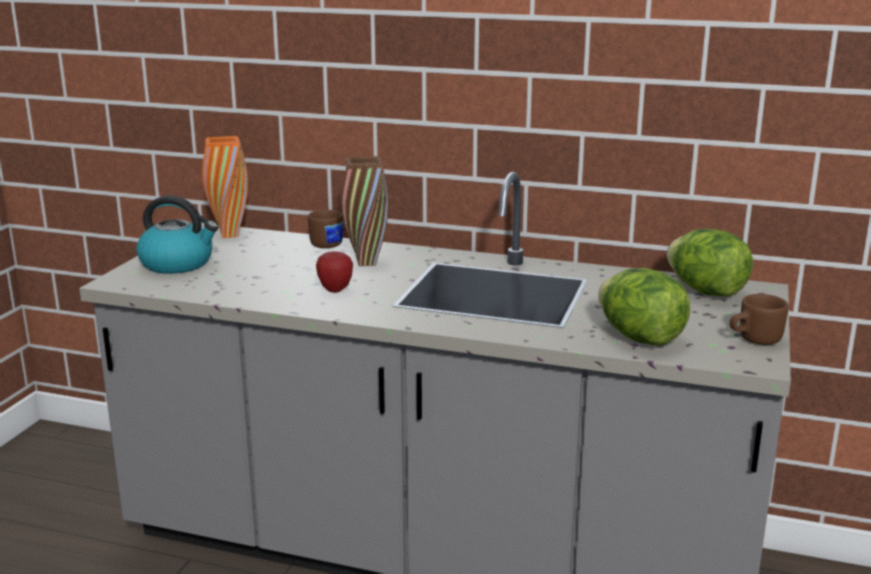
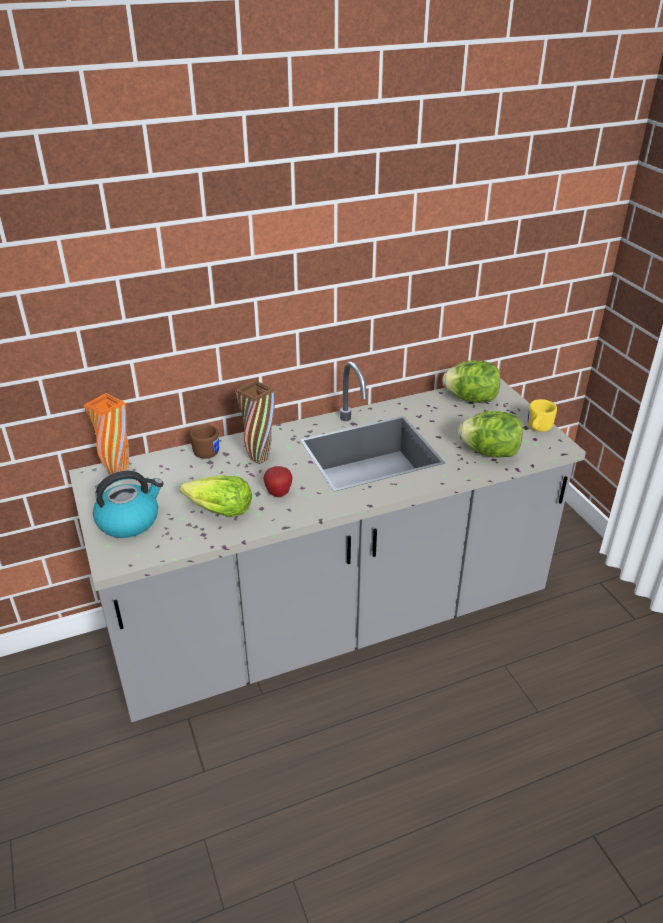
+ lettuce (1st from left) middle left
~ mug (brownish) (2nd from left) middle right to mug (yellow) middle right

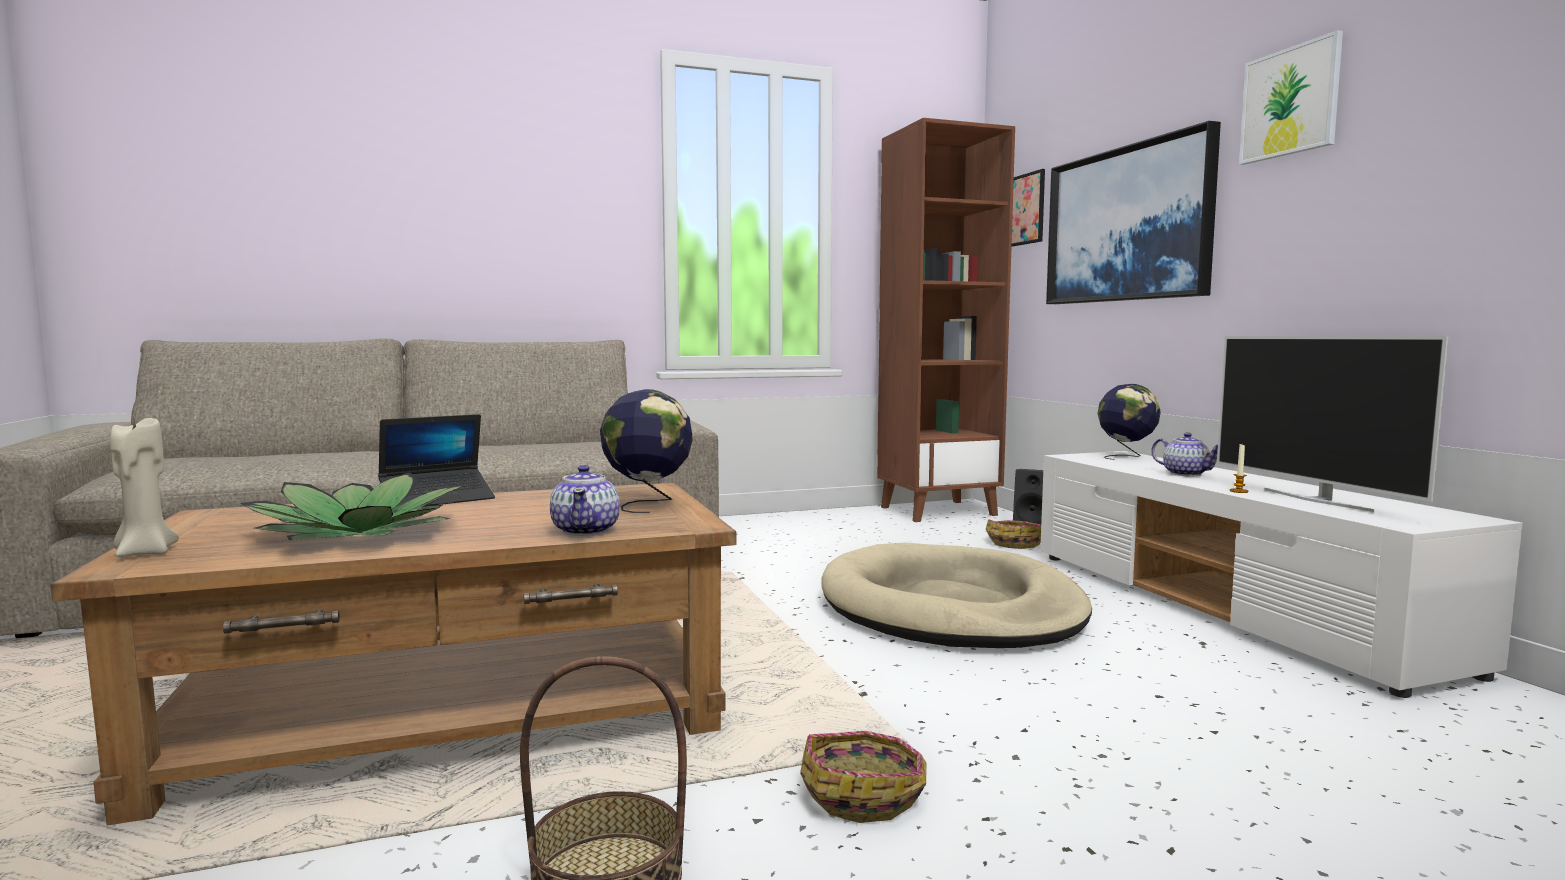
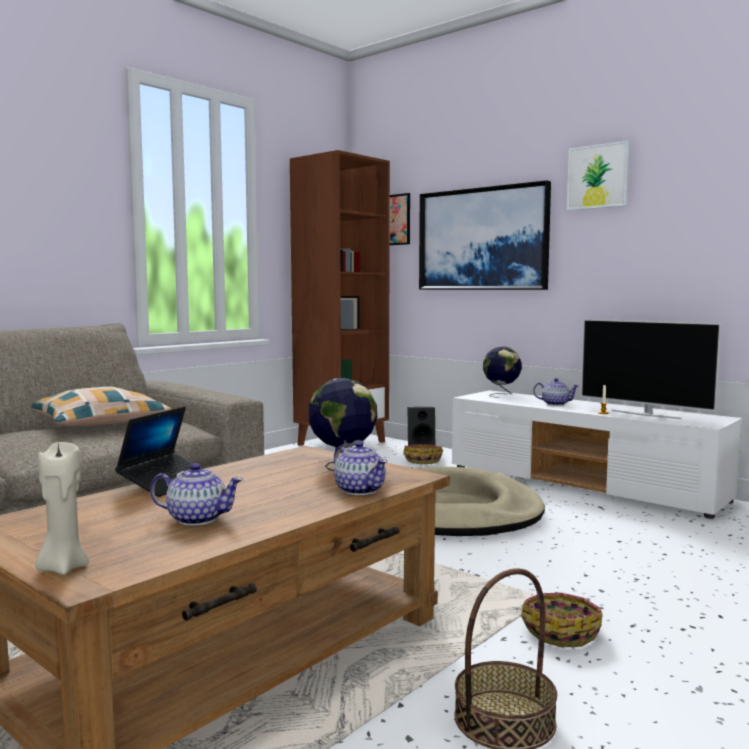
+ throw pillow middle left
~ potted plant middle left to pot for tea (1st from left) middle left

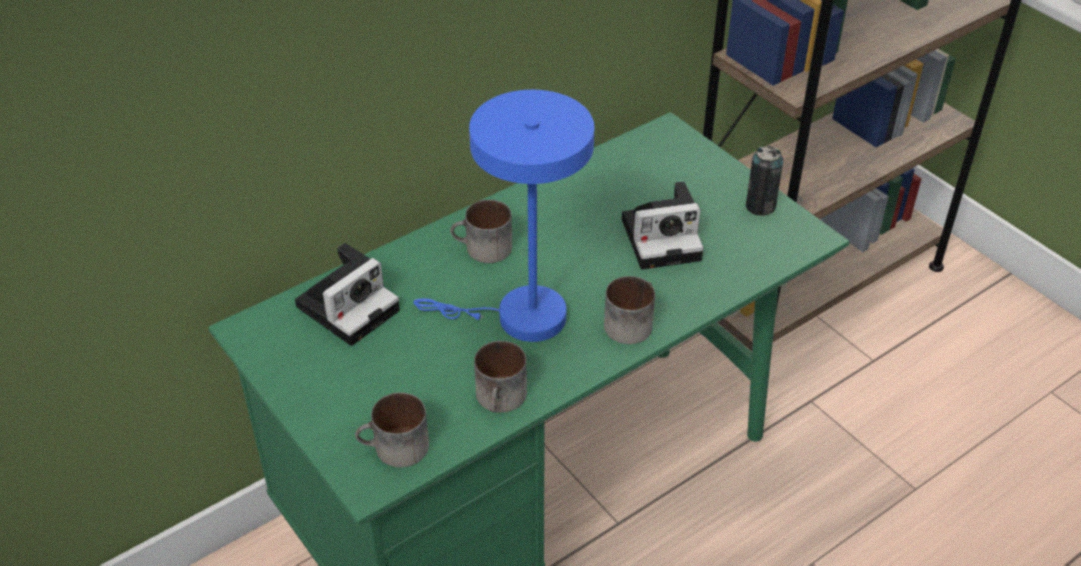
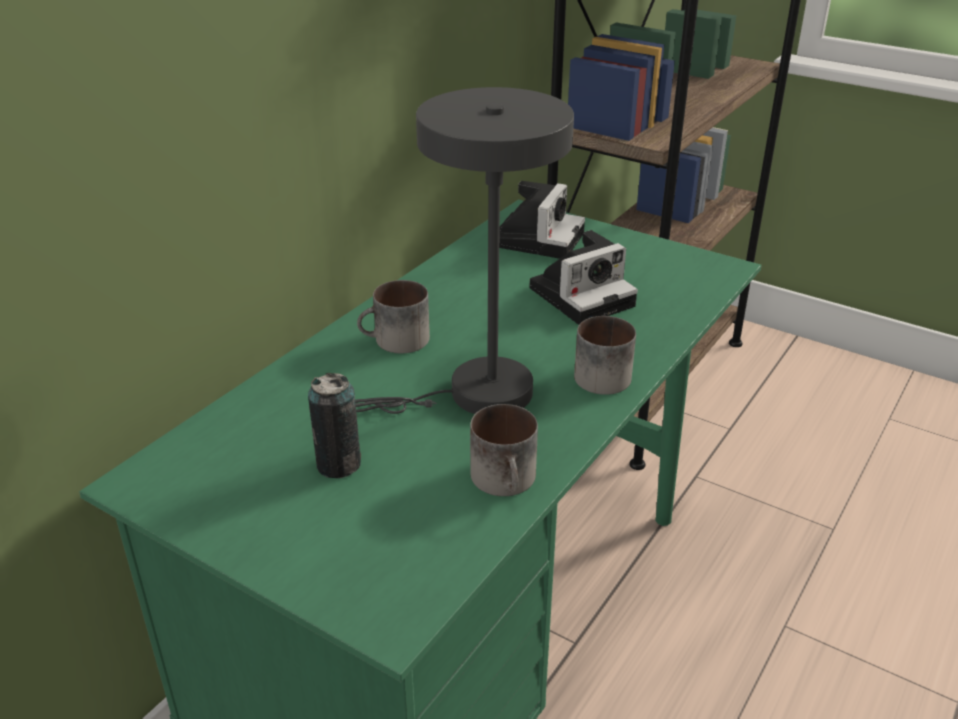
- mug (1st from left) bottom centre
~ photo camera (1st from left) middle left to top centre
~ can top right to centre
~ table lamp (blue) centre to table lamp (grey) centre

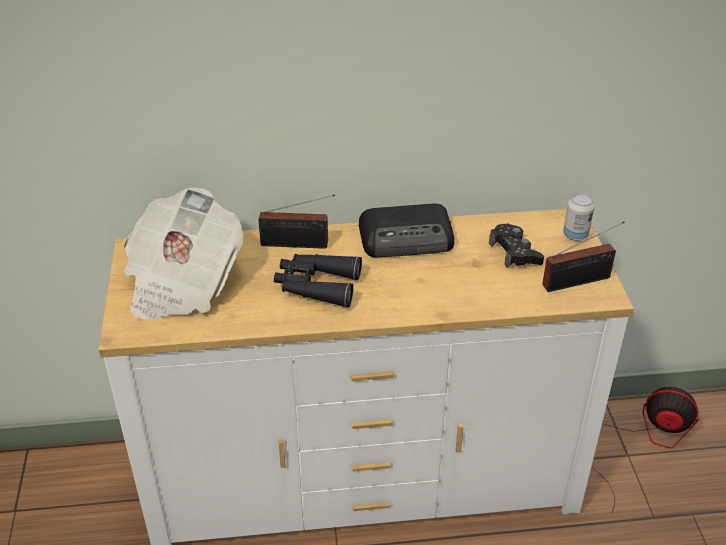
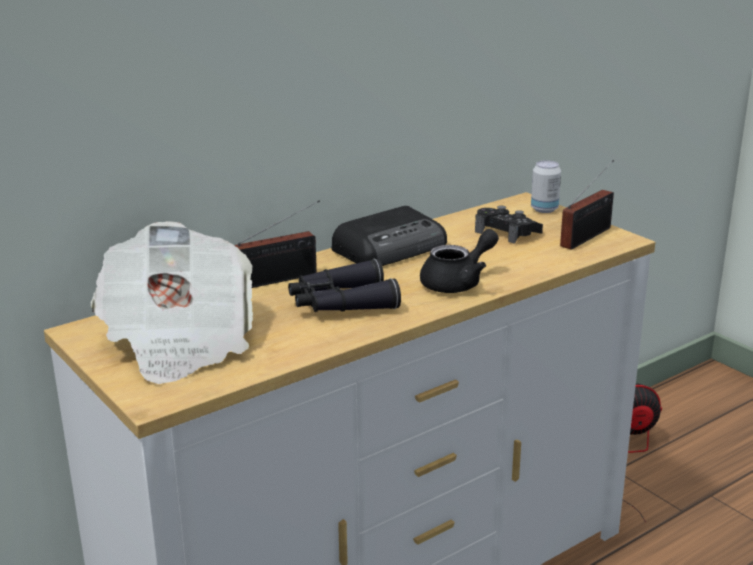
+ pot for tea (blackish) centre

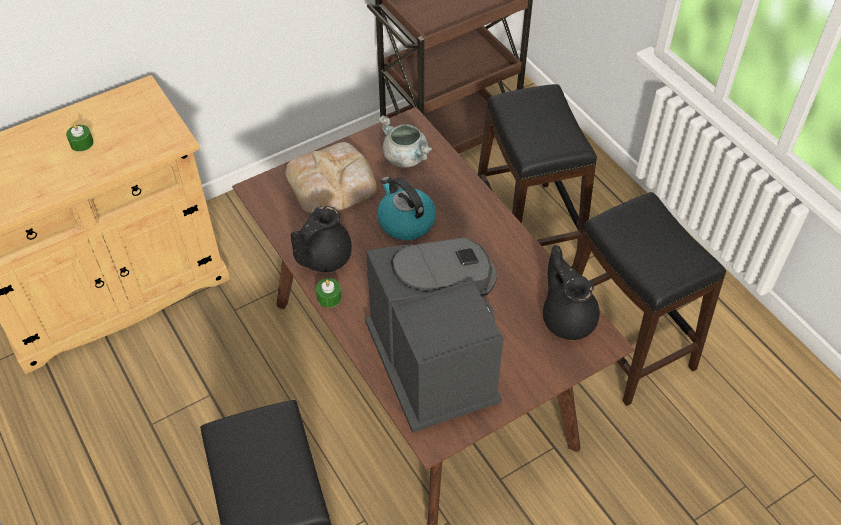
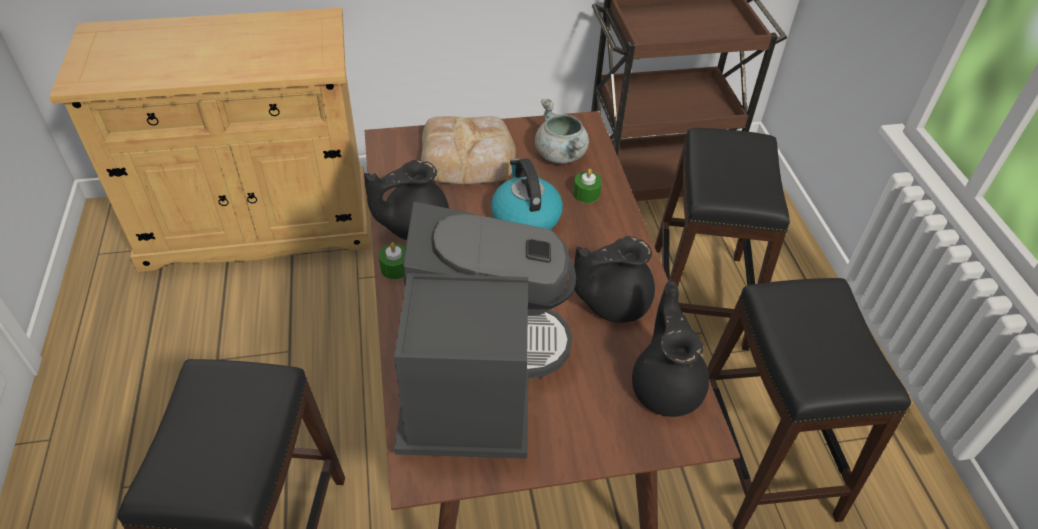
+ pot for tea (blackish) (2nd from left) centre
~ wax light (green-coloured) (1st from left in the first image) top left to wax light (green-coloured) (2nd from left) centre

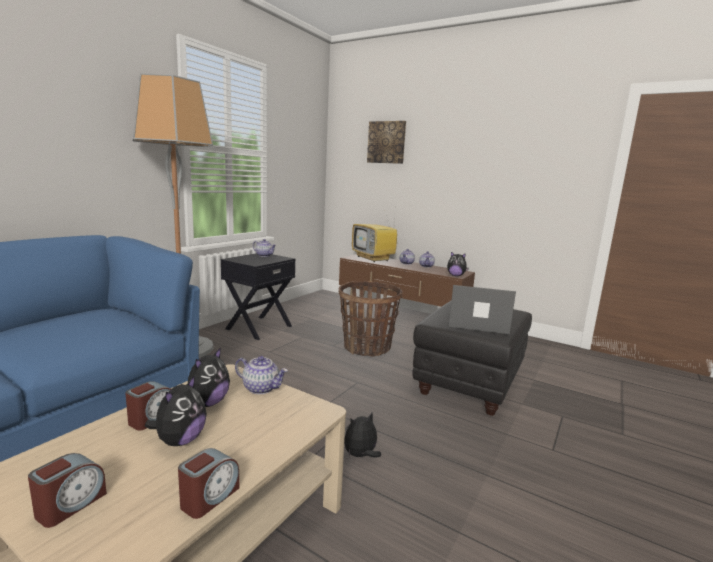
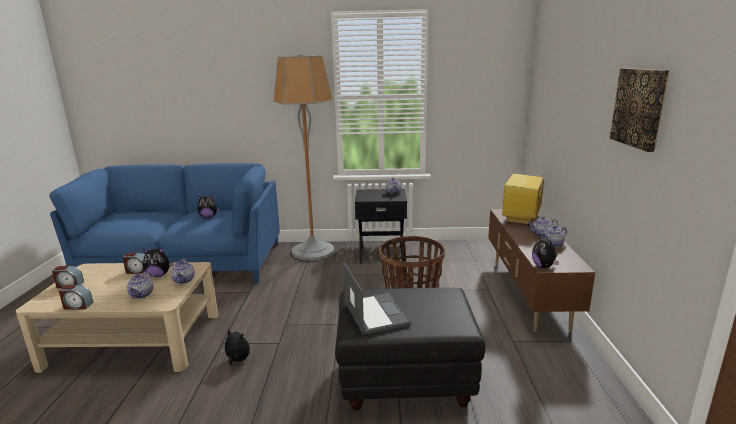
+ pot for tea (1st from left) bottom left
~ cuddly toy (1st from left in the first image) bottom left to cuddly toy (2nd from left) middle left
~ wall picture top centre to top right

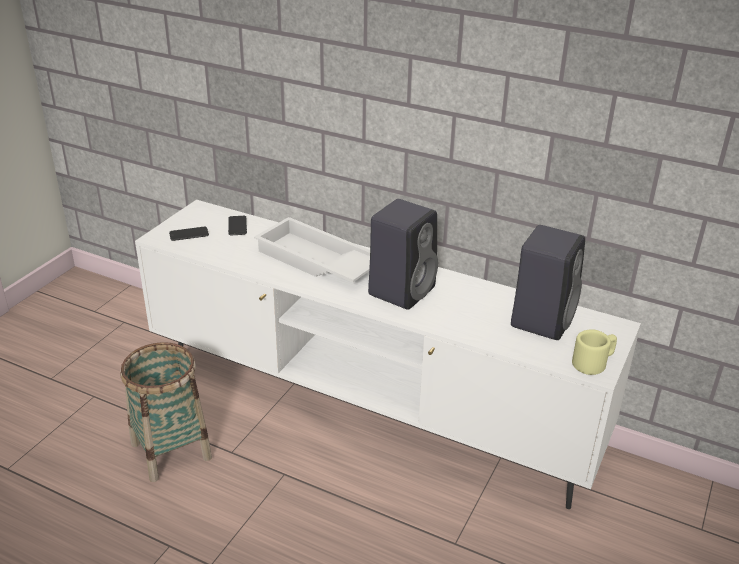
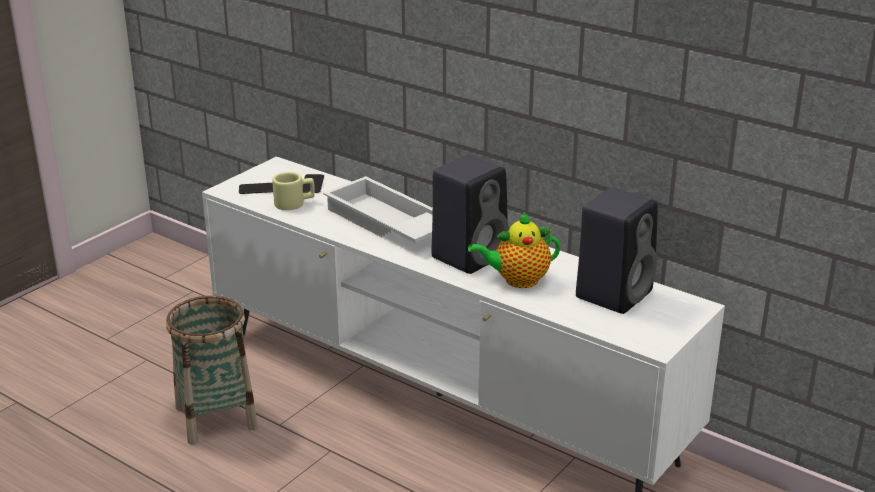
+ pot for tea centre
~ mug (beige-coloured) middle right to centre

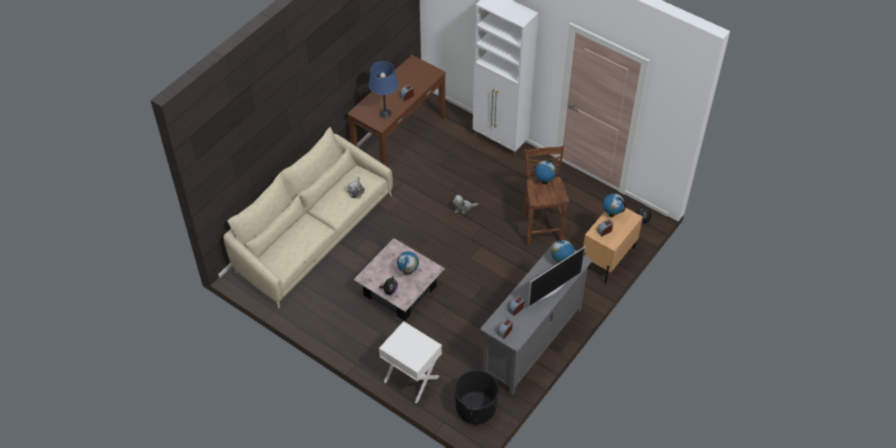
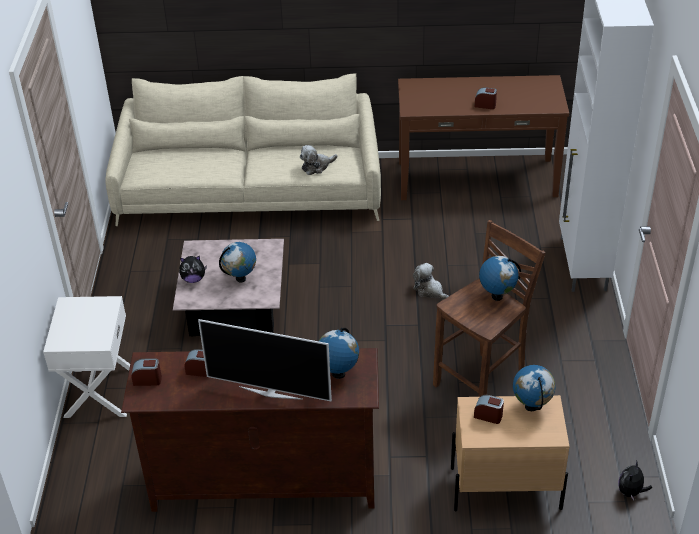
- table lamp (blue) top centre
- plant pot (blackish) bottom centre
~ tv unit (grey) bottom centre to tv unit (brownish) bottom centre

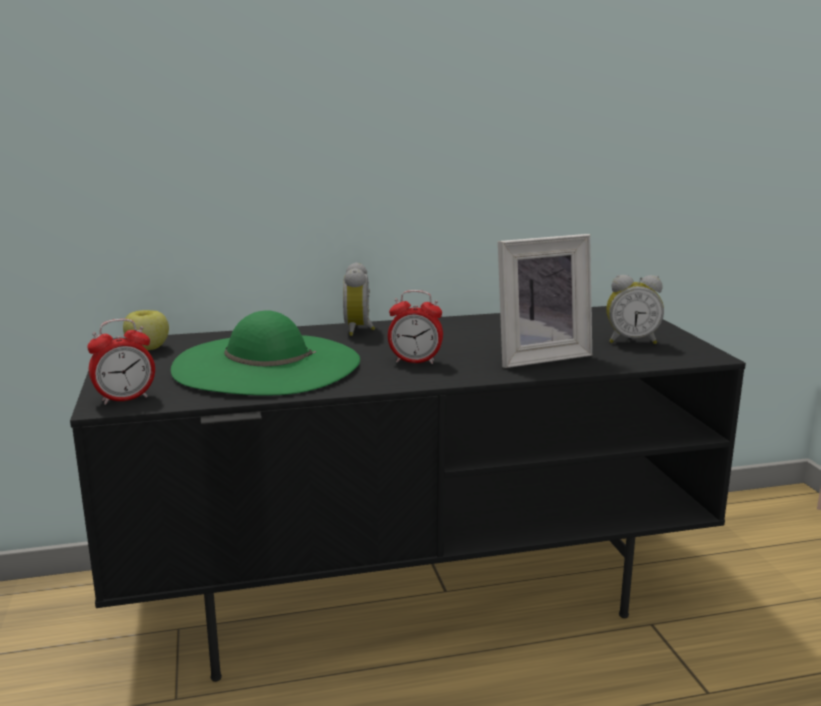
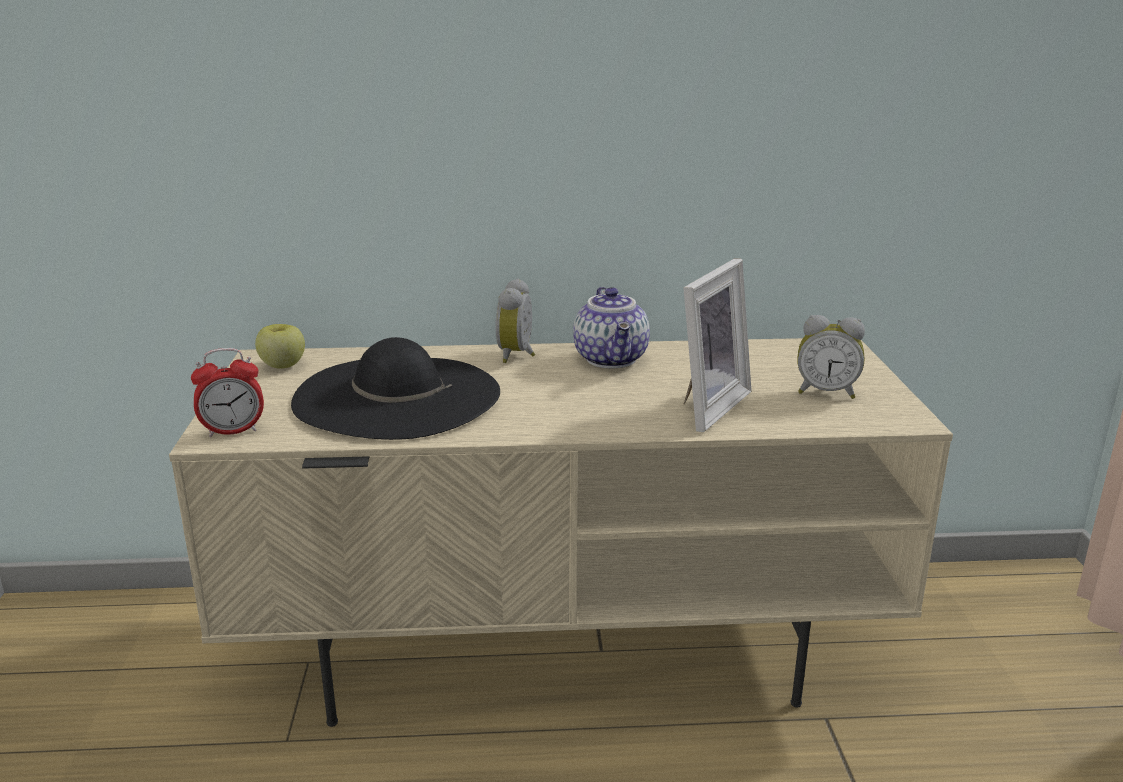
- bedside clock (3rd from left) centre
+ pot for tea centre
~ tv unit (blackish) bottom centre to tv unit (beige-coloured) bottom centre
~ clothing hat (green-coloured) middle left to clothing hat (blackish) centre
~ photo frame centre = centre 45 degrees counterclockwise

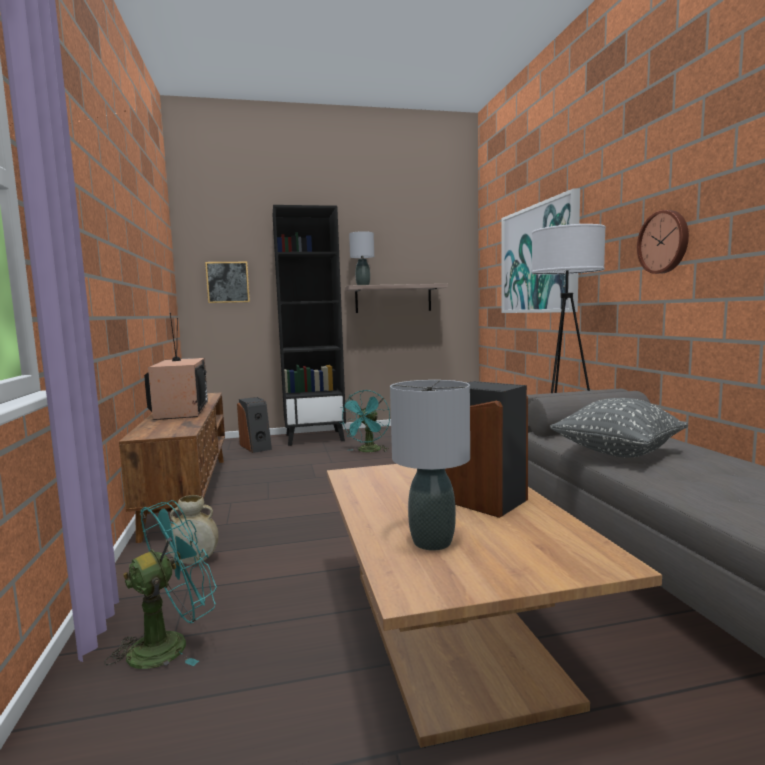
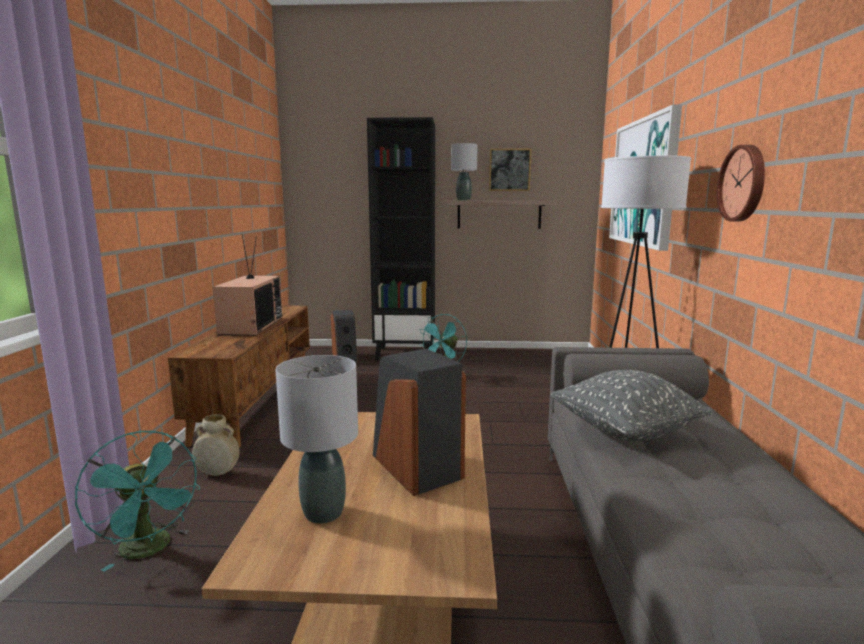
~ wall picture (1st from left) middle left to top centre
~ fan (turquoise) (1st from left) bottom left = bottom left 75 degrees clockwise

